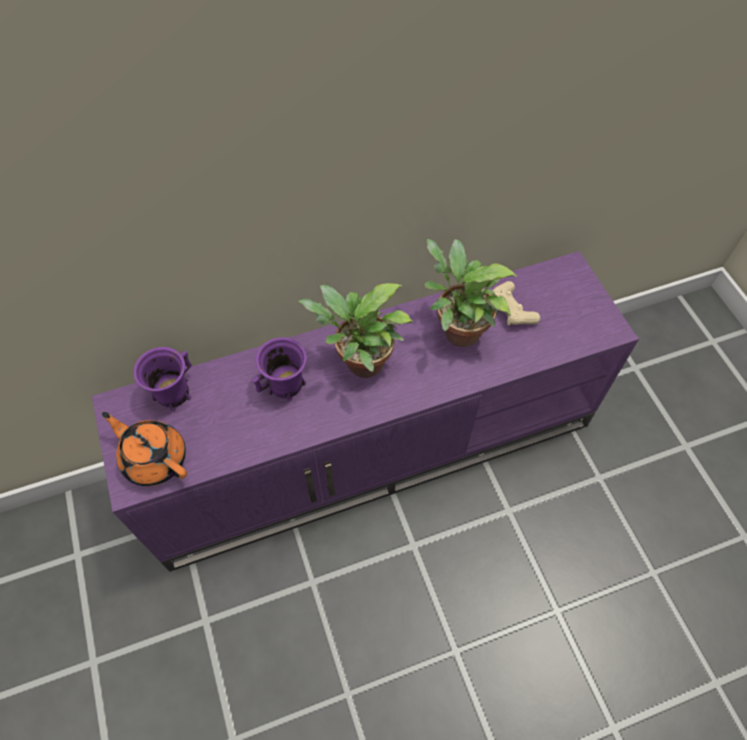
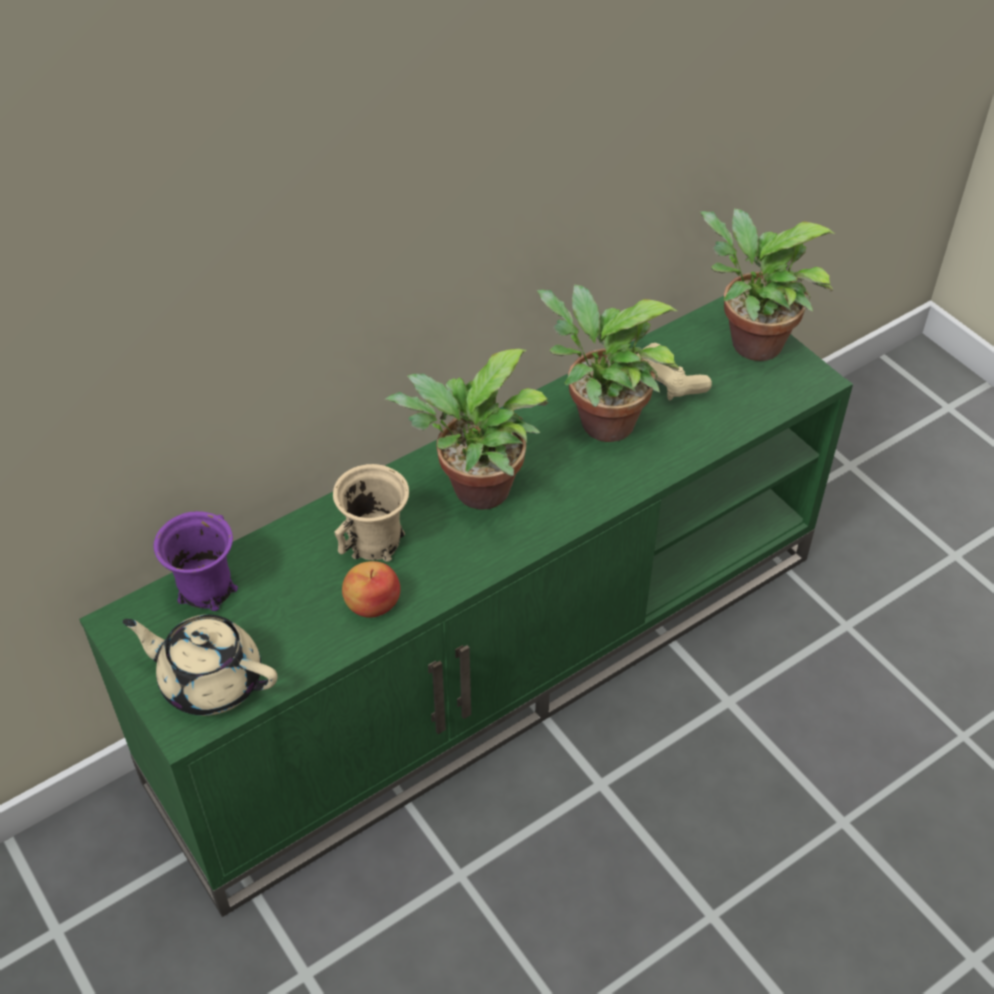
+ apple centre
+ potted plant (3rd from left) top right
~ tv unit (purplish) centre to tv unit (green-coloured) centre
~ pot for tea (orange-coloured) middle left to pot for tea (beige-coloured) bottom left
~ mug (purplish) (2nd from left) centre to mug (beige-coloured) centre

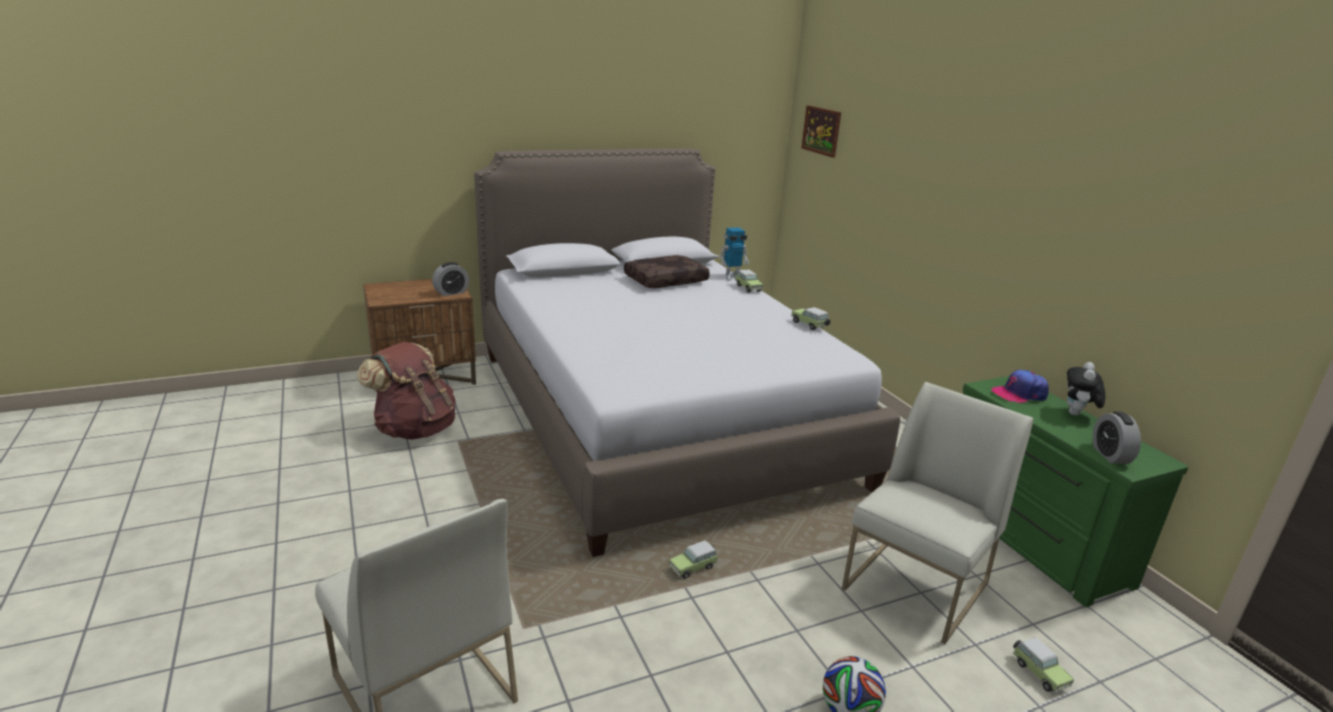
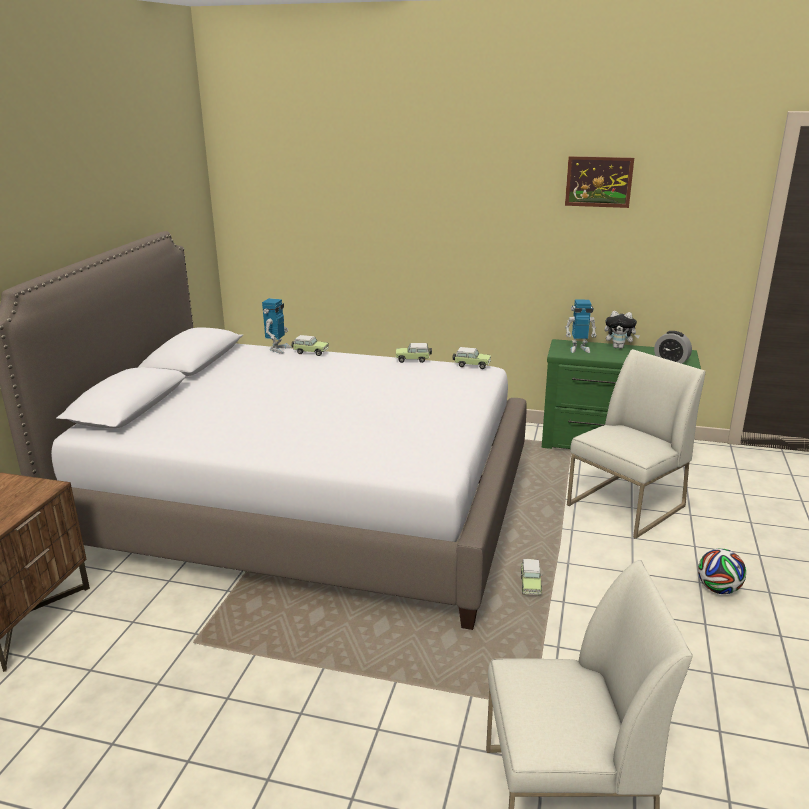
- rucksack (brownish) middle left
- bedside clock (1st from left) centre
- throw pillow (brownish) centre
~ wall picture top centre to top right
~ miniature car (4th from left in the first image) bottom right to miniature car (3rd from left) centre
~ baseball cap middle right to robot figure (2nd from left) middle right
~ upright chair (whitish) (2nd from left) bottom right = middle right 60 degrees clockwise
~ cuddly toy middle right = middle right 45 degrees counterclockwise

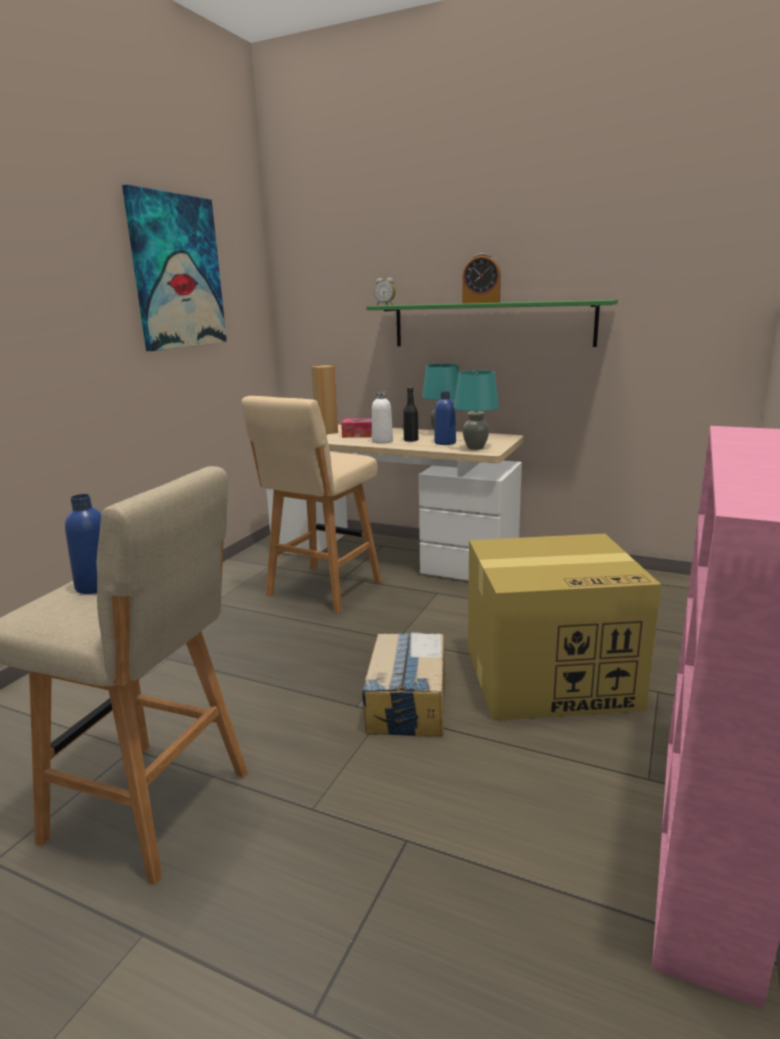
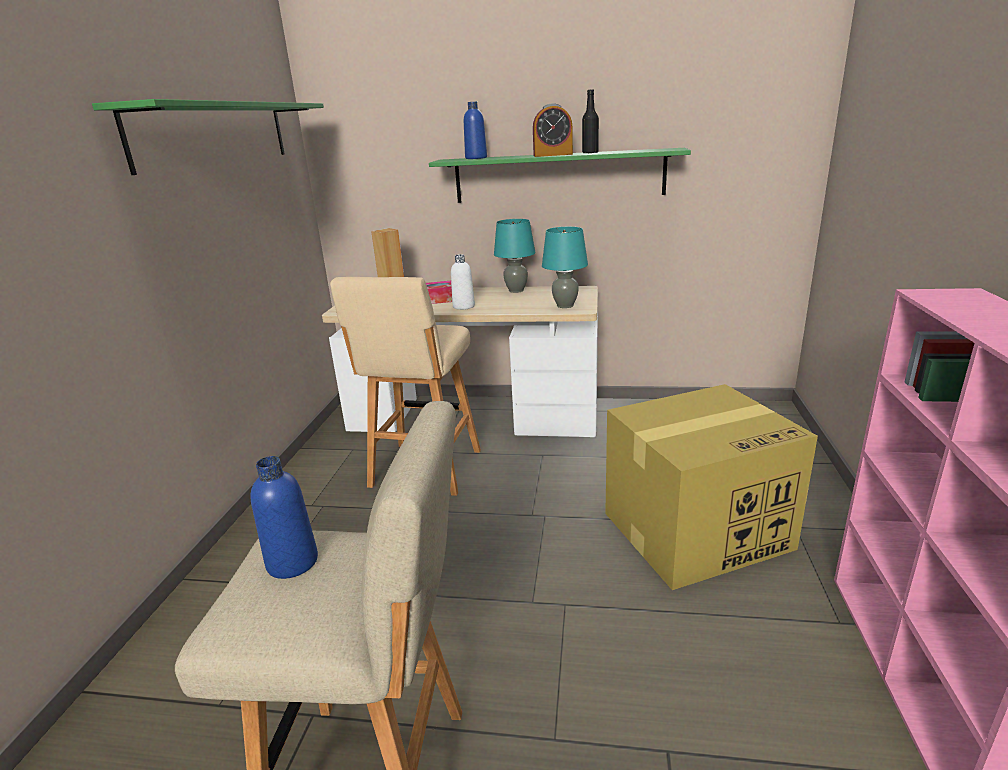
- cardboard box (1st from left) centre
- bedside clock (1st from left) top centre
~ bottle (blackish) centre to top centre
~ bottle (blue) (2nd from left) centre to top centre
~ wall picture top left to bracket shelf (green-coloured) (1st from left) top left

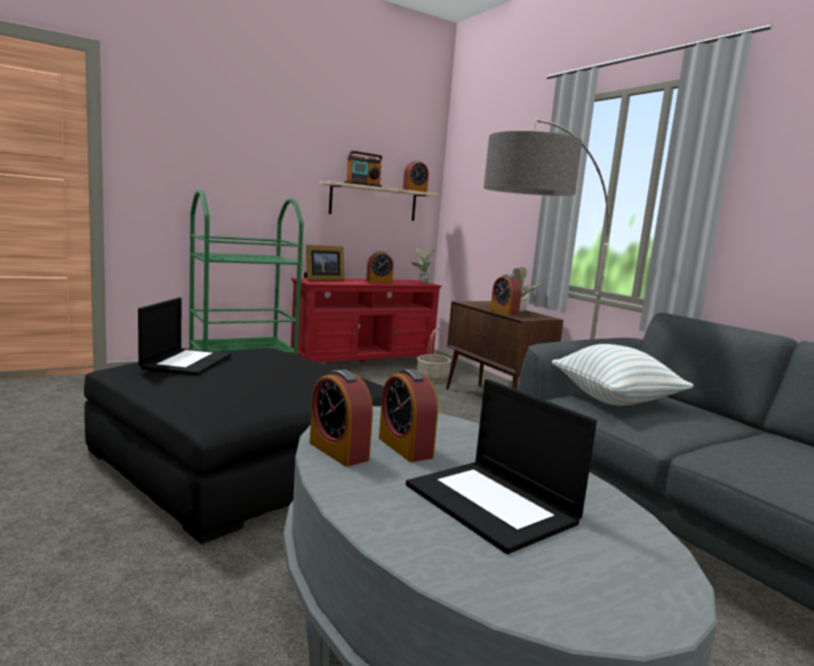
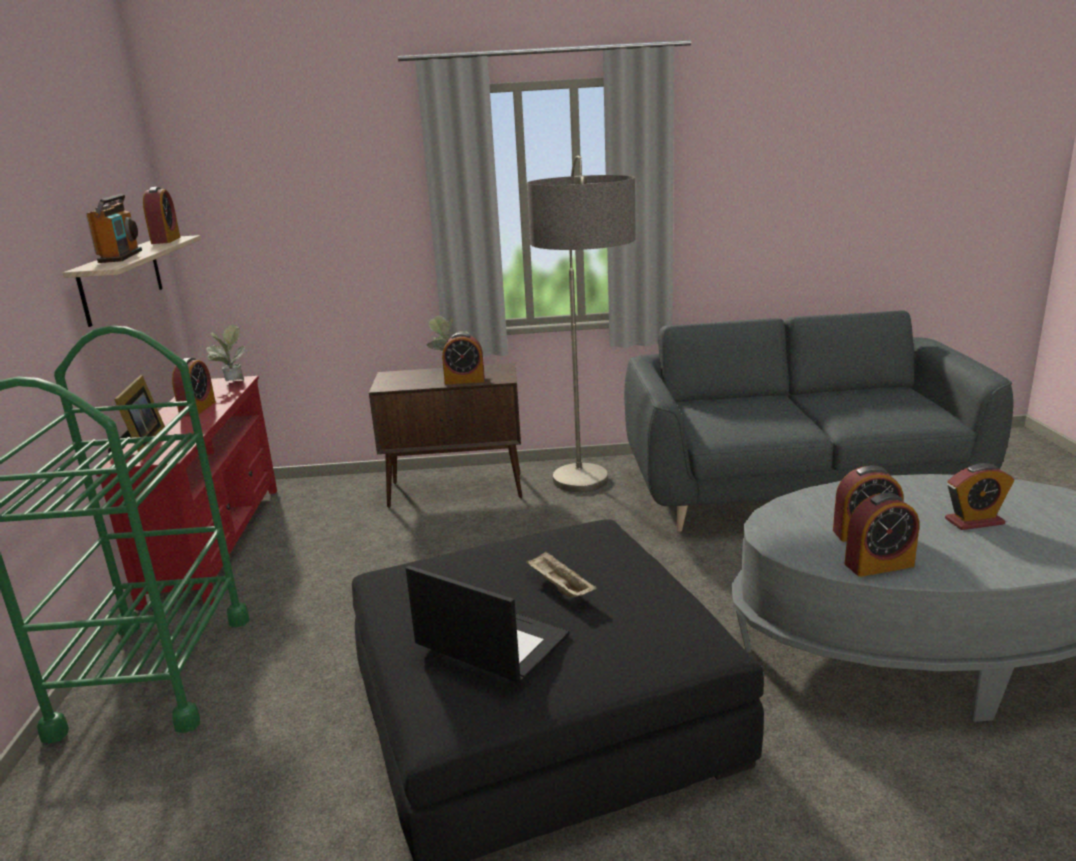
- basket centre
- throw pillow middle right
+ tray (beige-coloured) bottom centre
~ laptop (2nd from left) bottom centre to bedside clock (6th from left) middle right

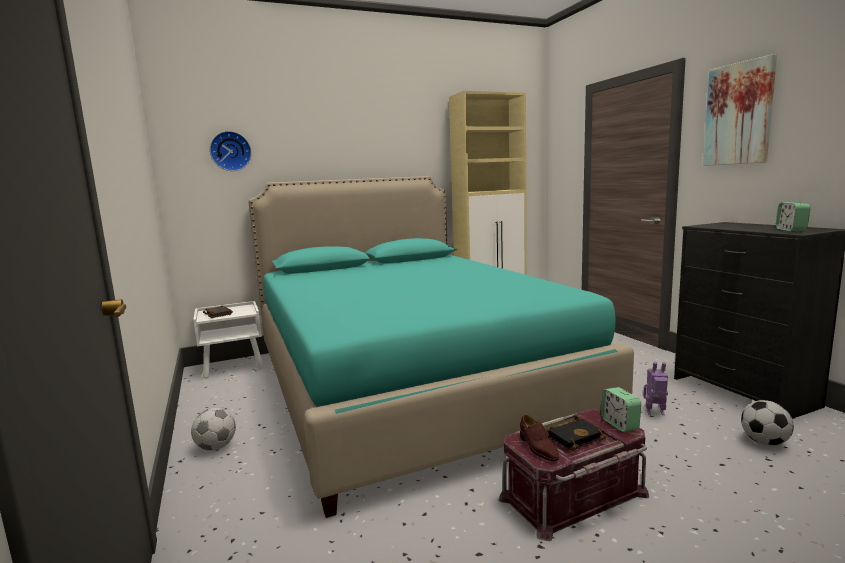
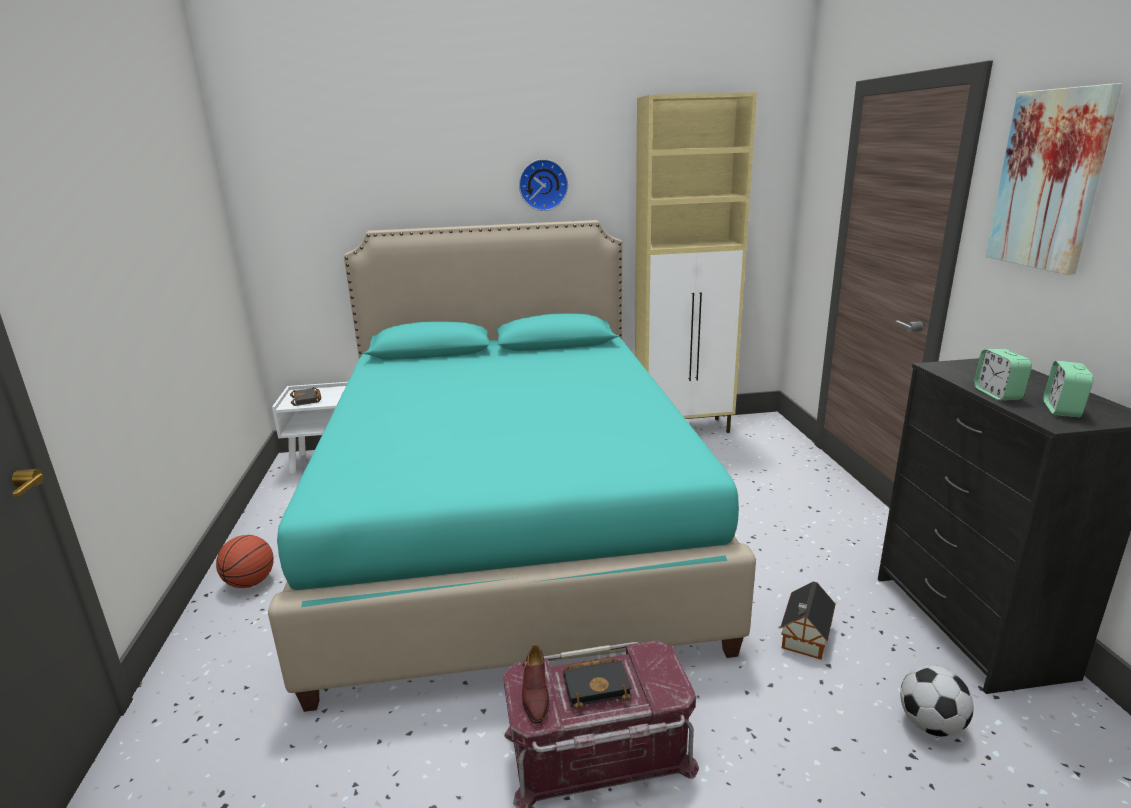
~ clock on the wall top left to top centre
~ bedside clock (1st from left) bottom right to middle right
~ ball for football (1st from left) bottom left to basketball ball bottom left
~ robot figure bottom right to model house bottom right

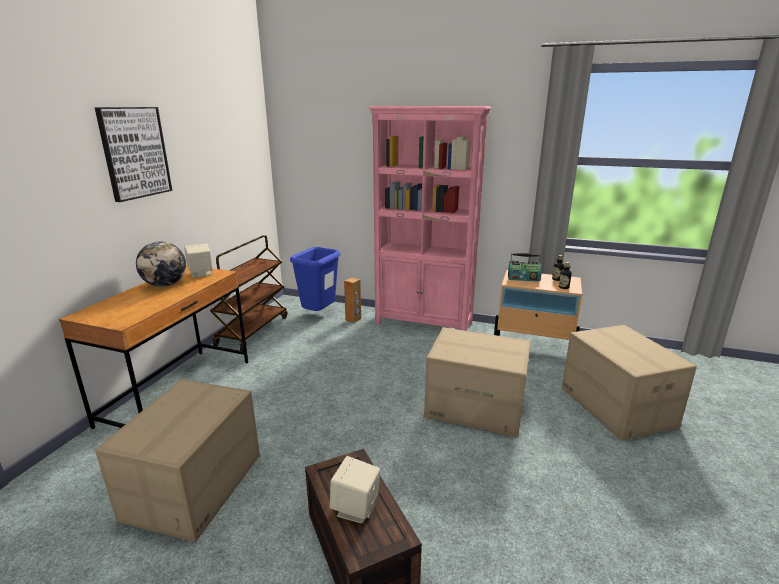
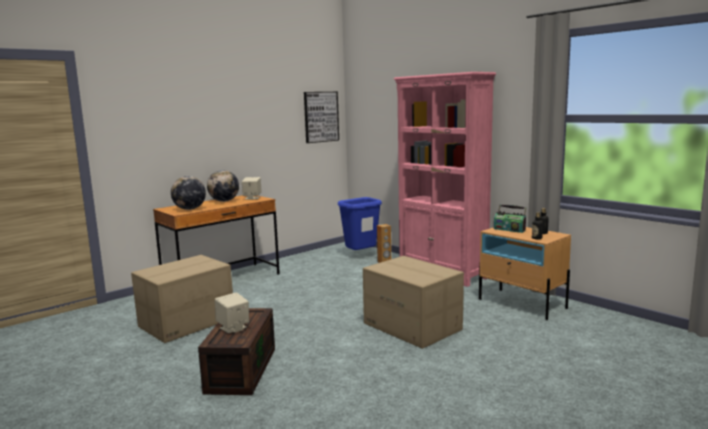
- cart (brownish) middle left
- cardboard box (3rd from left) middle right
+ globe (1st from left) middle left
~ wall picture top left to top centre

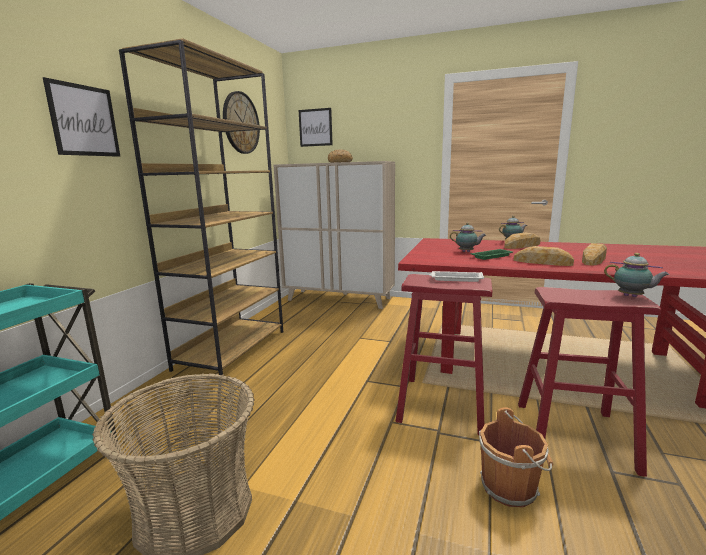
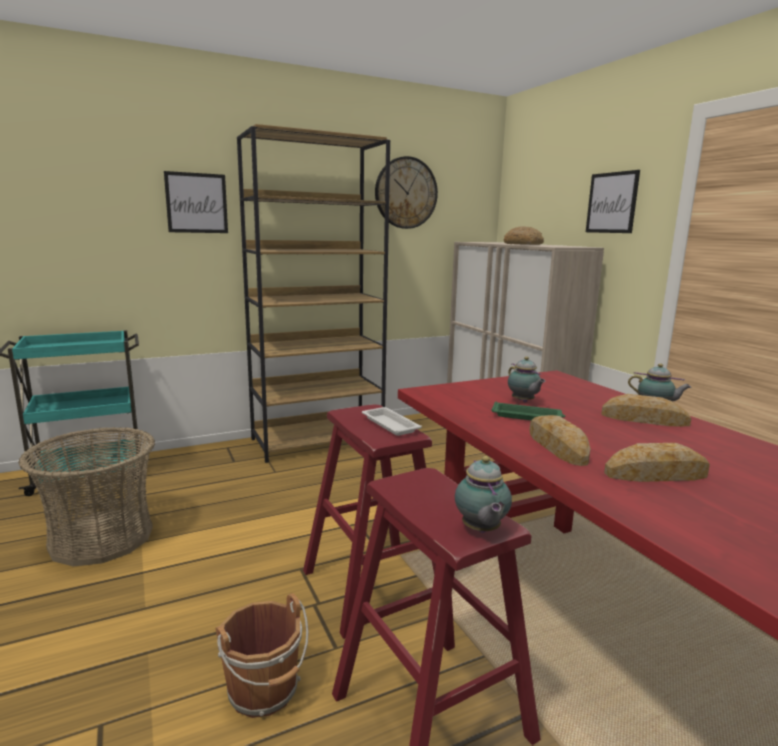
~ wall picture (2nd from left) top centre to top right

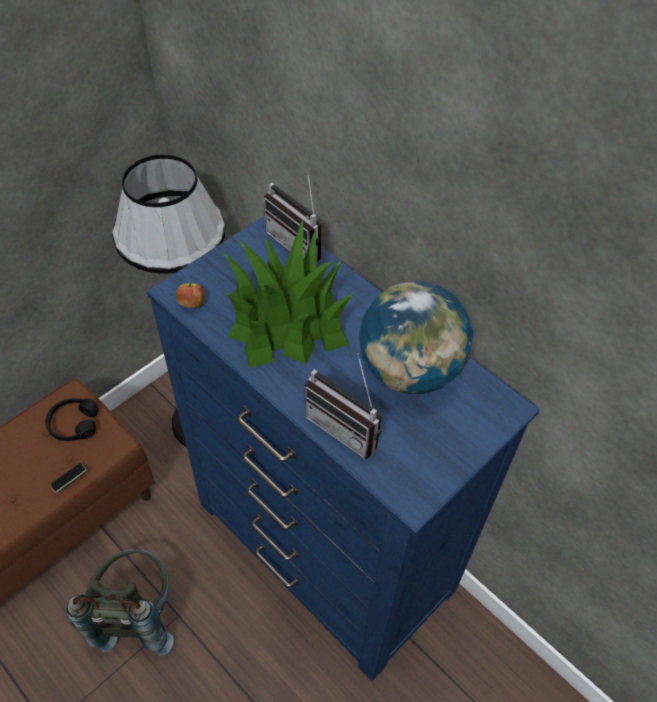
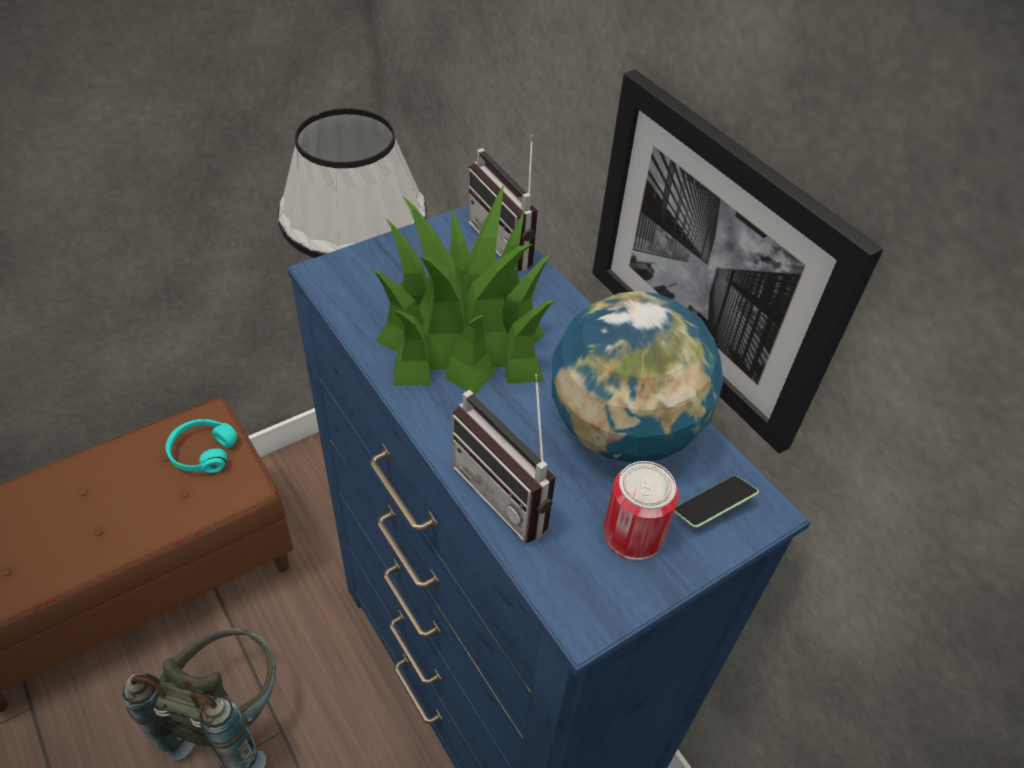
- apple middle left
+ wall picture middle right
+ can centre
~ phone bottom left to middle right
~ pair of headphones (blackish) middle left to pair of headphones (turquoise) middle left

